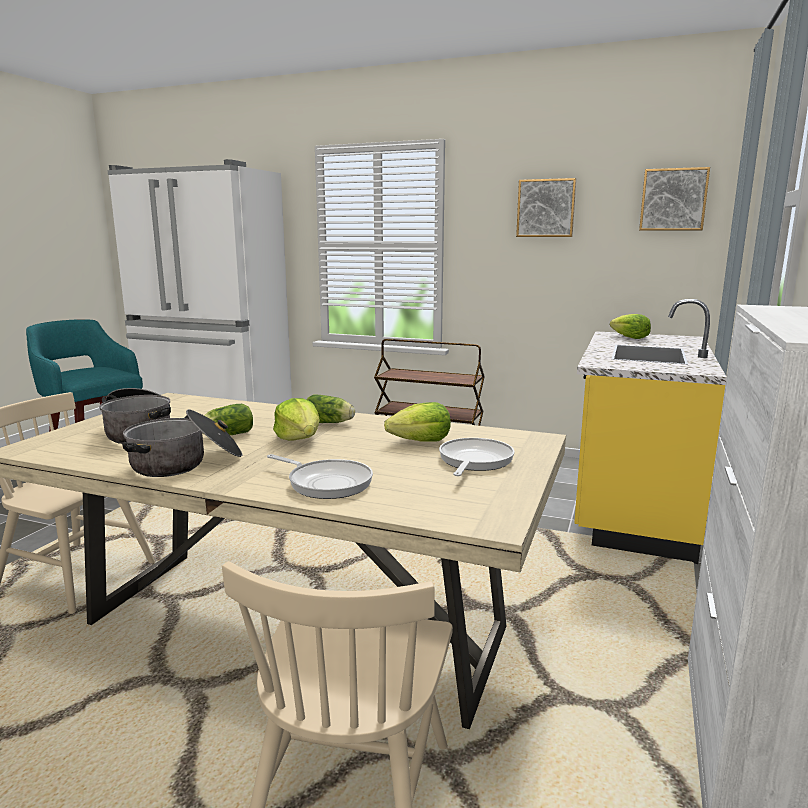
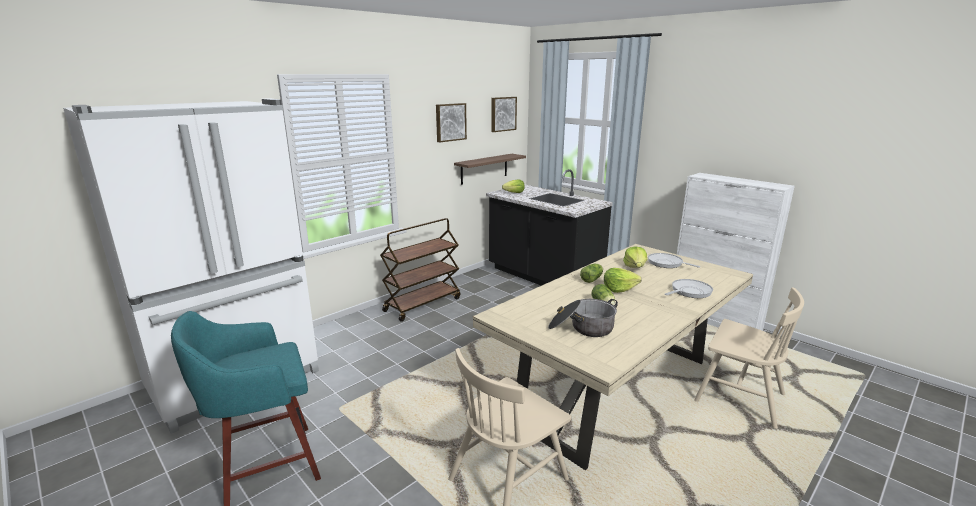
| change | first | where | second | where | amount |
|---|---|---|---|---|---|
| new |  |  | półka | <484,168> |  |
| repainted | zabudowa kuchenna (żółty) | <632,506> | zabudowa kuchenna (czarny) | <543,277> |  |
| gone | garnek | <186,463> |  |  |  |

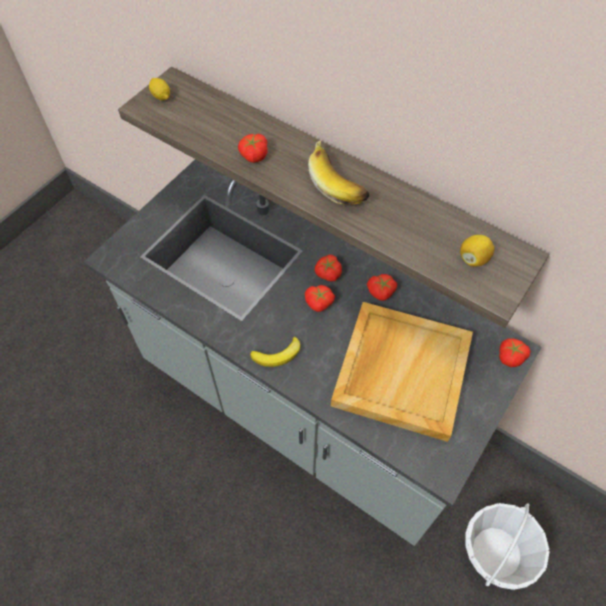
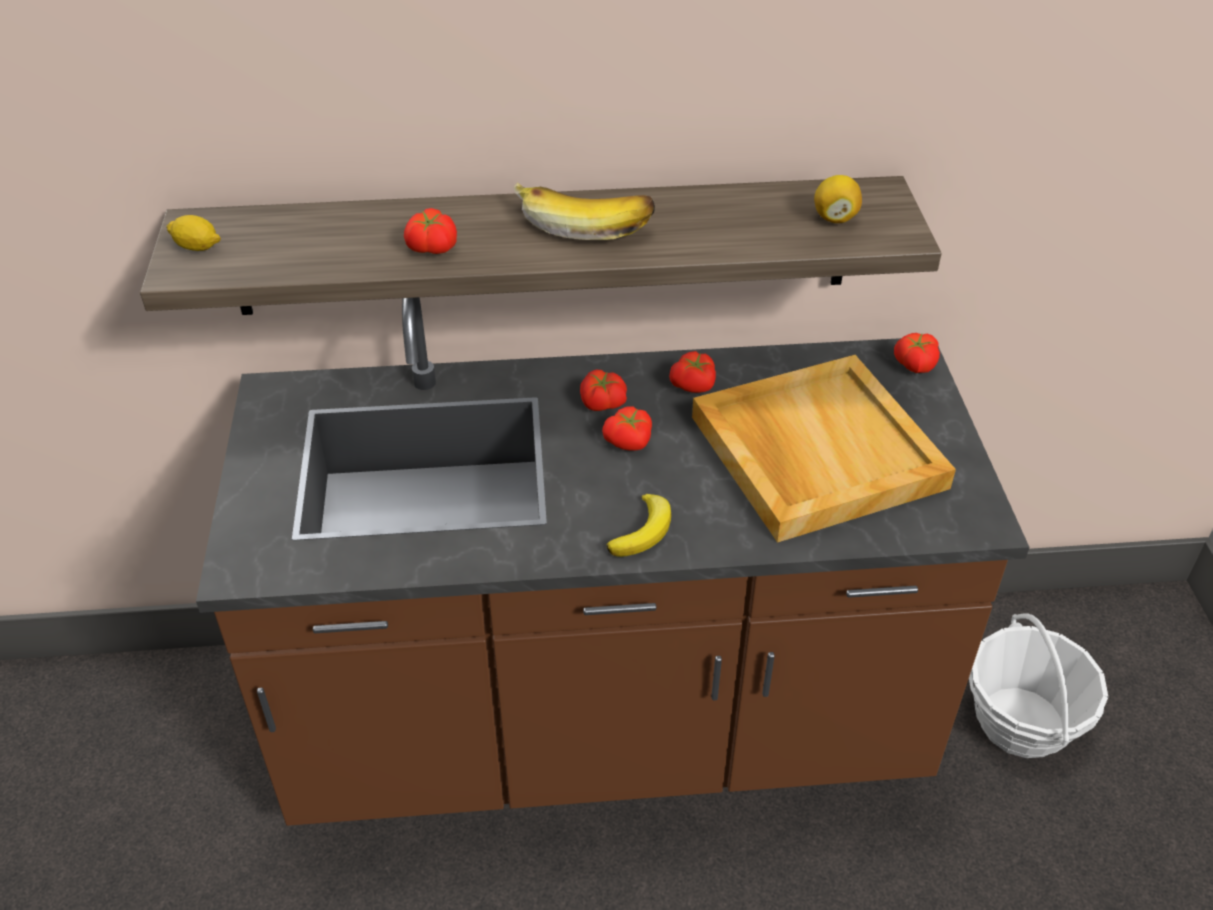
| change | first | where | second | where | amount |
|---|---|---|---|---|---|
| repainted | zabudowa kuchenna (szary) | <303,407> | zabudowa kuchenna (brązowy) | <606,729> |  |

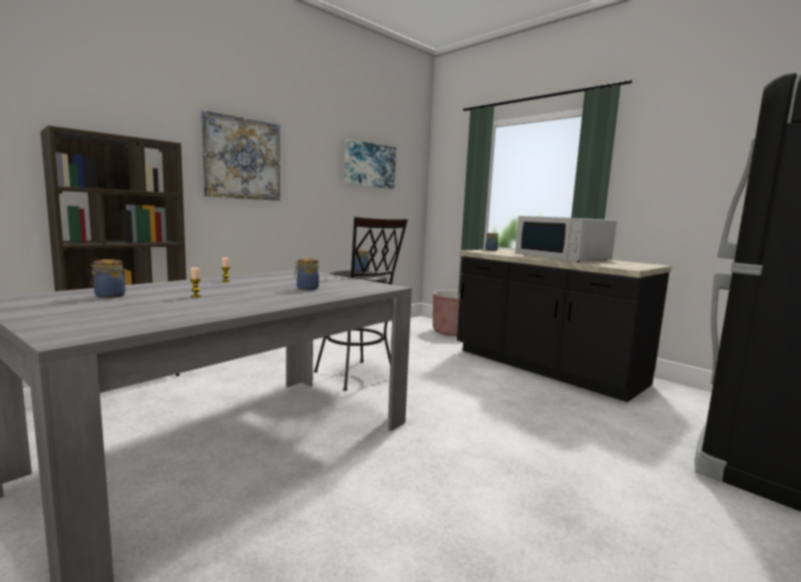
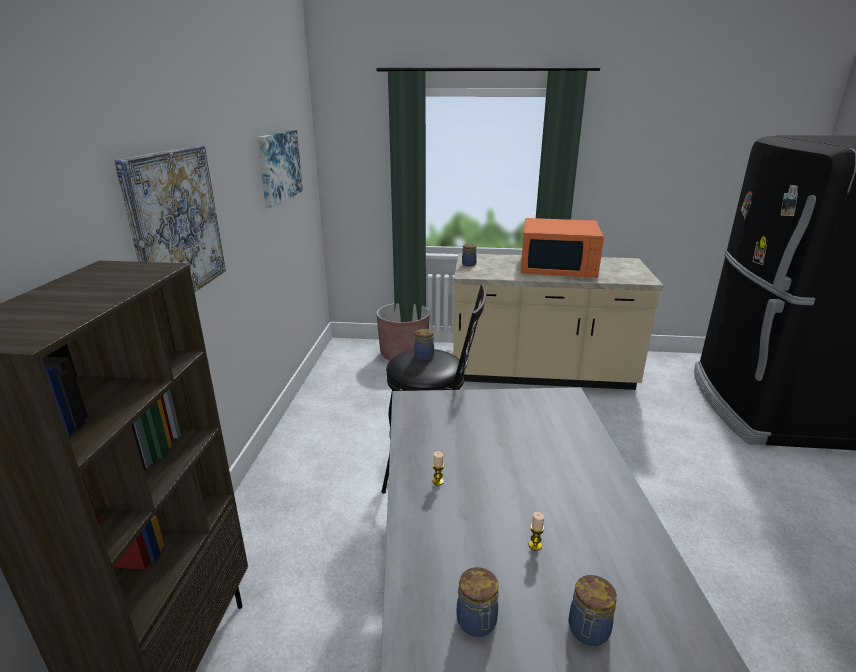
| change | first | where | second | where | amount |
|---|---|---|---|---|---|
| repainted | zabudowa kuchenna (czarny) | <545,367> | zabudowa kuchenna (beżowy) | <541,373> |  |
| repainted | mikrofalówka (biały) | <563,257> | mikrofalówka (pomarańczowy) | <558,267> |  |
| shifted | słoik | <306,288> |  | <588,631> |  |

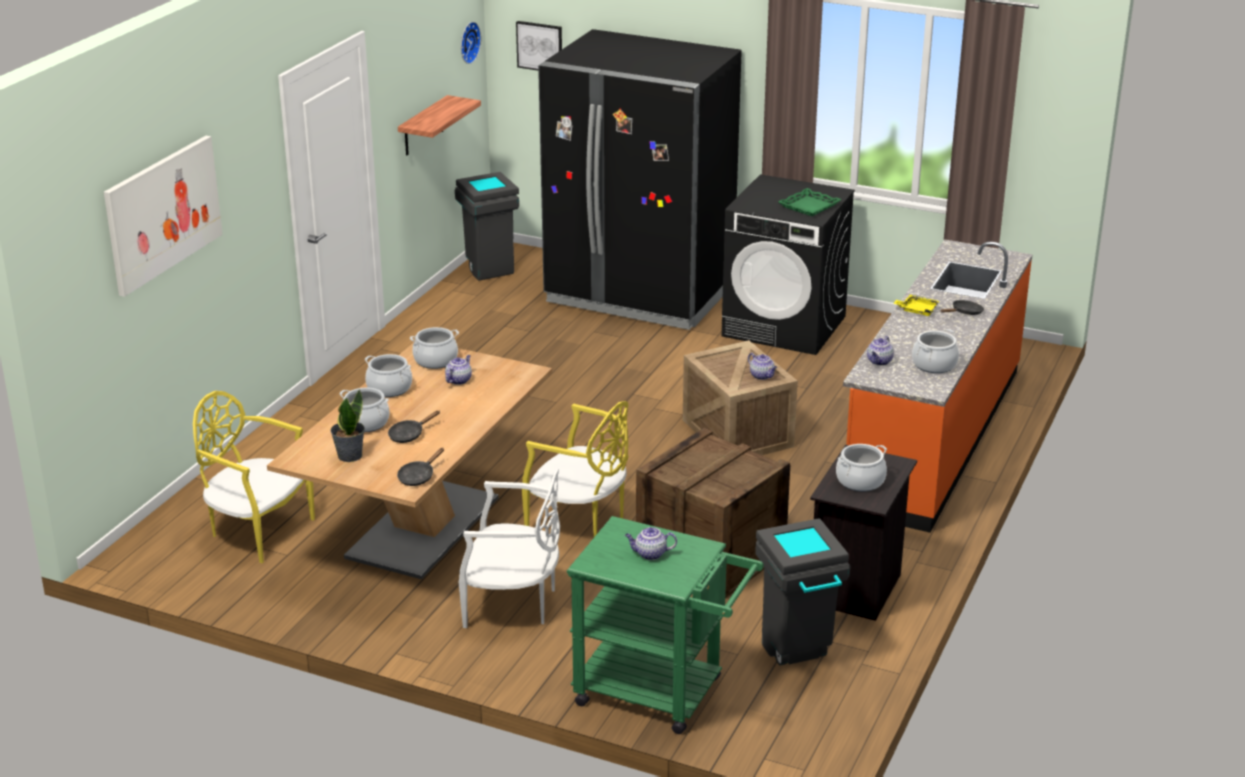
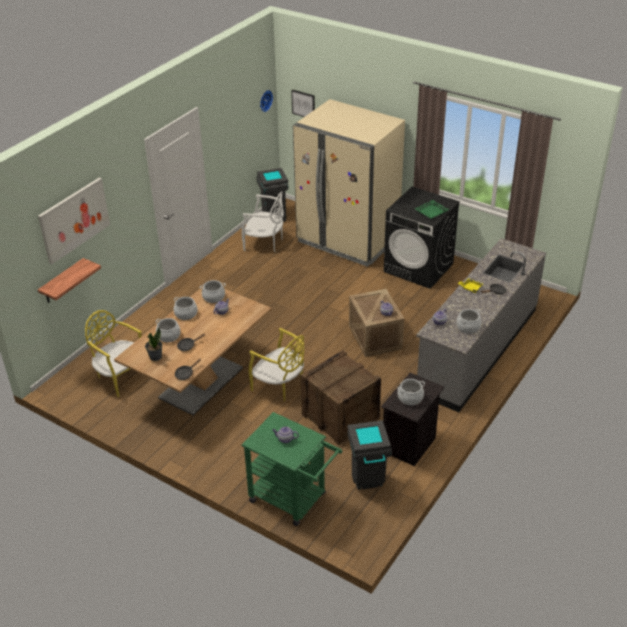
| change | first | where | second | where | amount |
|---|---|---|---|---|---|
| shifted | półka | <423,126> |  | <62,282> |  |
| shifted | krzesło (biały) | <513,604> |  | <265,243> |  |
| repainted | lodówka (czarny) | <639,295> | lodówka (beżowy) | <347,240> |  |
| repainted | zabudowa kuchenna (pomarańczowy) | <932,437> | zabudowa kuchenna (szary) | <477,349> |  |

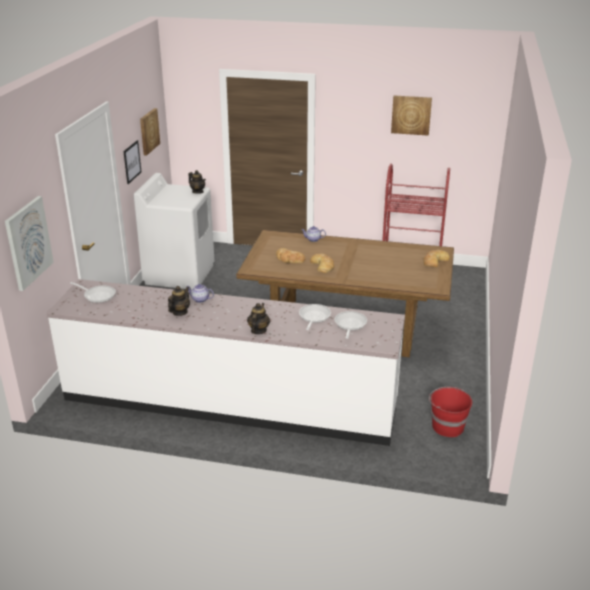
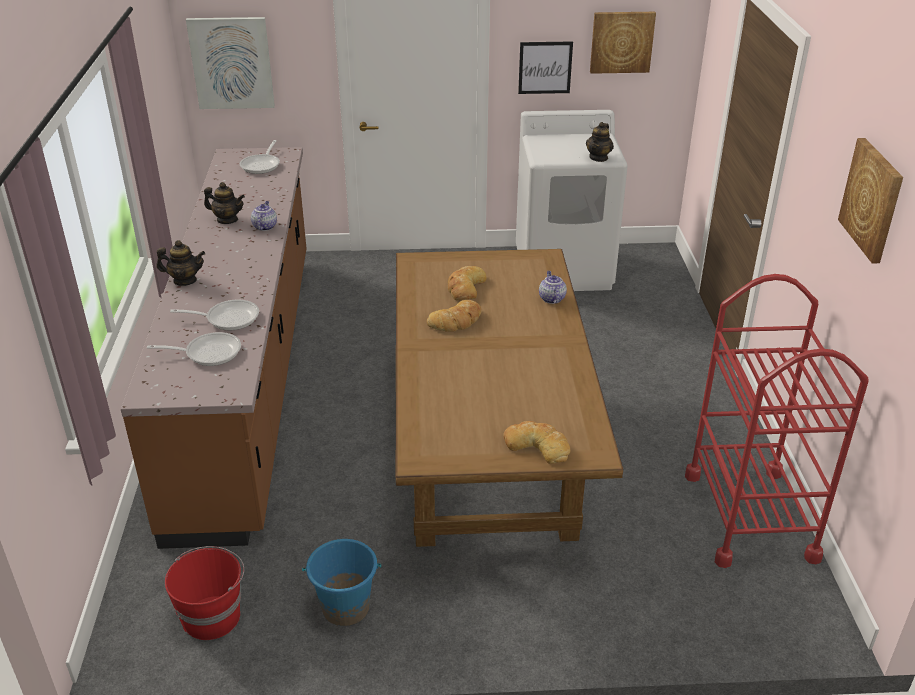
| change | first | where | second | where | amount |
|---|---|---|---|---|---|
| repainted | zabudowa kuchenna (biały) | <230,401> | zabudowa kuchenna (brązowy) | <249,377> |  |
| new |  |  | wiadro (niebieski) | <345,607> |  |

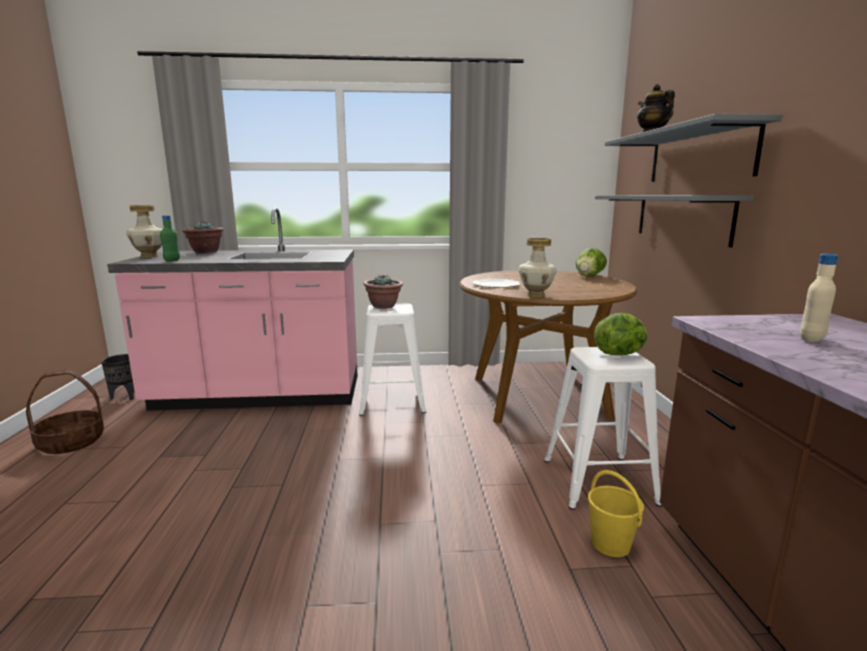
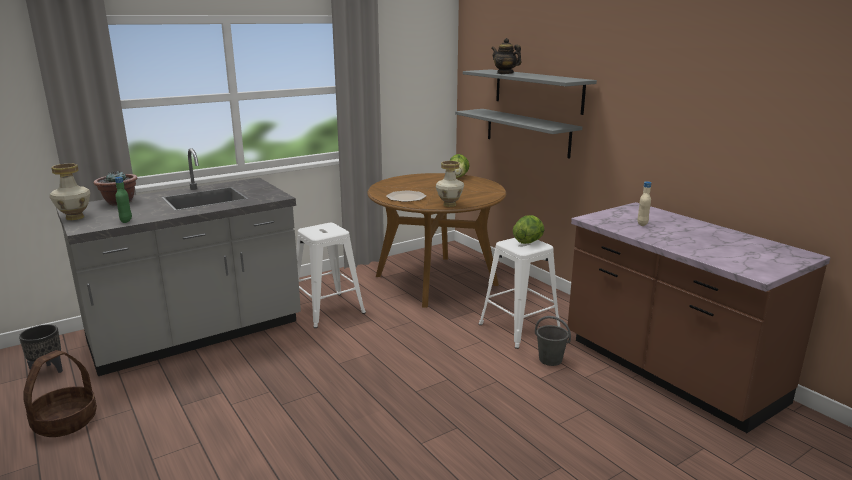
| change | first | where | second | where | amount |
|---|---|---|---|---|---|
| repainted | zabudowa kuchenna (różowy) | <258,395> | zabudowa kuchenna (szary) | <197,334> |  |
| repainted | wiadro (żółty) | <611,544> | wiadro (szary) | <550,360> |  |
| gone | roślina doniczkowa | <384,306> |  |  |  |

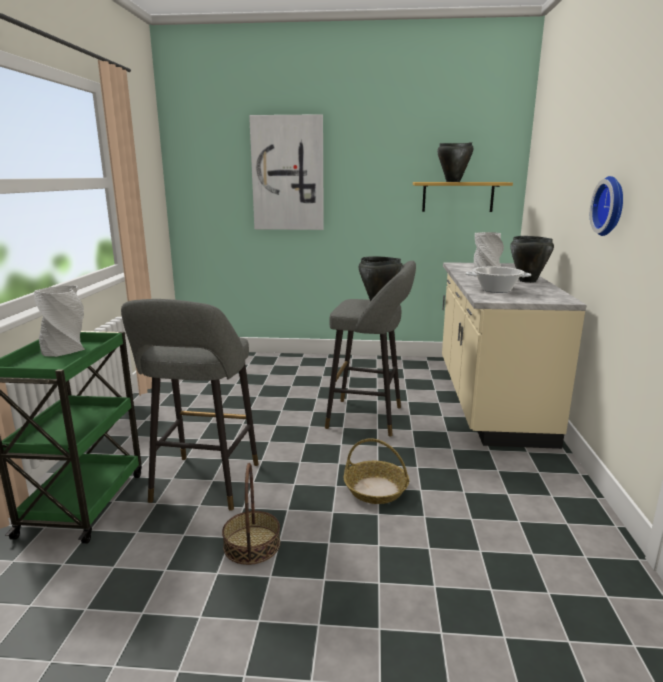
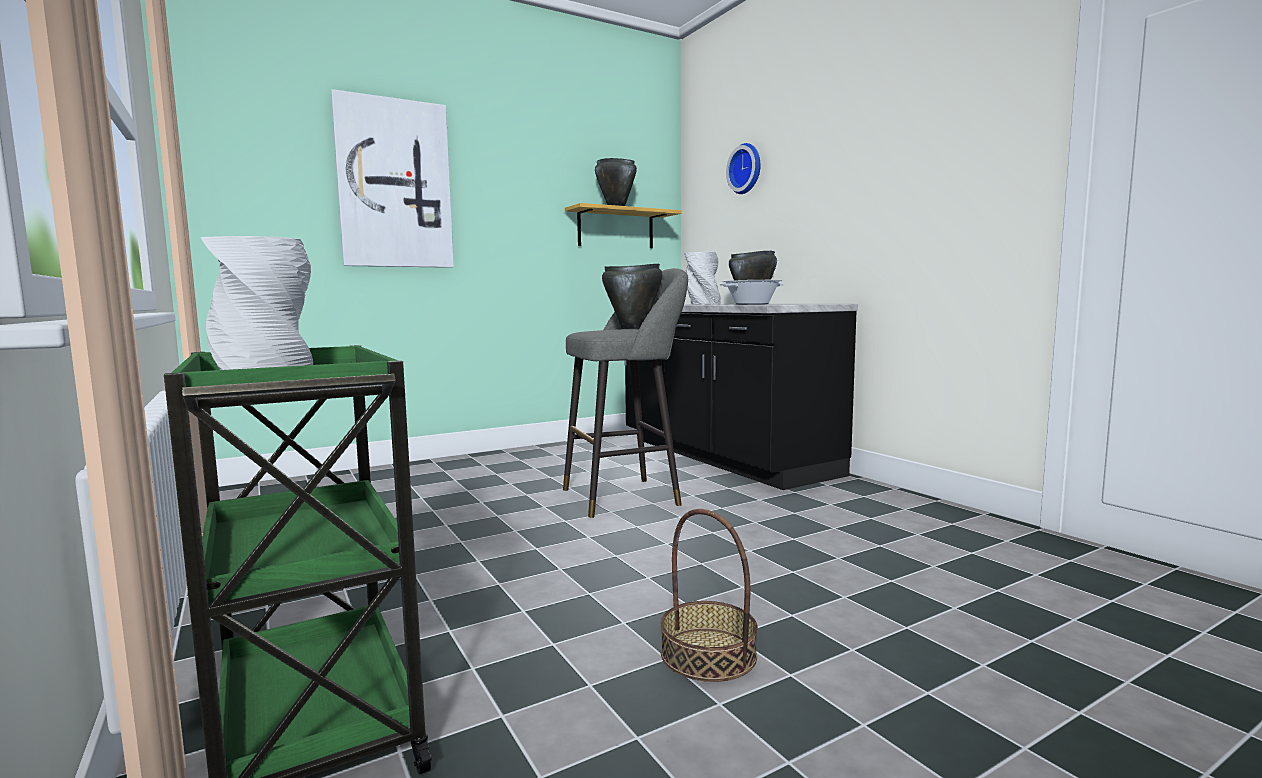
| change | first | where | second | where | amount |
|---|---|---|---|---|---|
| repainted | zabudowa kuchenna (beżowy) | <488,400> | zabudowa kuchenna (czarny) | <722,457> |  |
| shifted | zegar ścienny | <611,206> |  | <746,169> |  |
| gone | stołek (szary) | <203,486> |  |  |  |
| gone | koszyk | <376,489> |  |  |  |

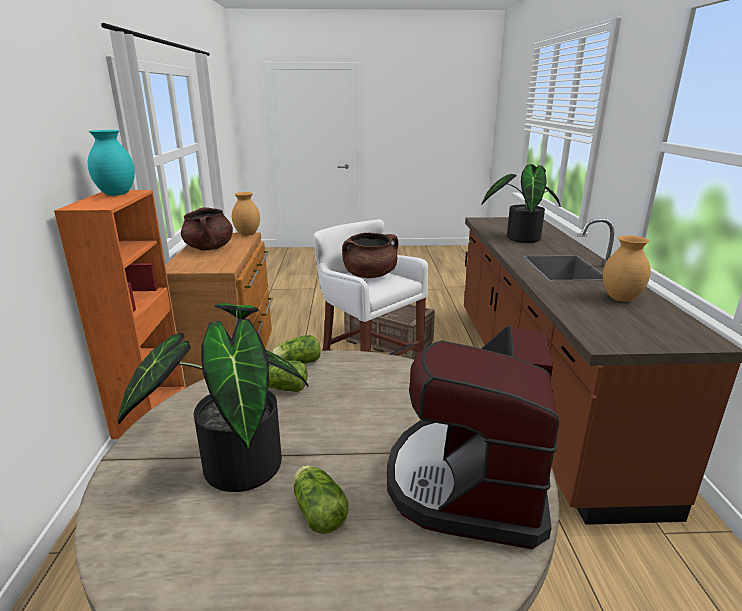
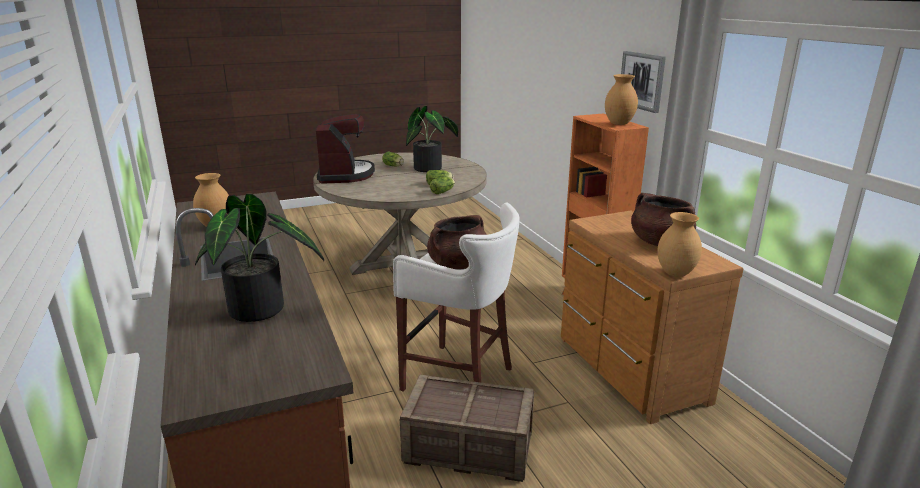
| change | first | where | second | where | amount |
|---|---|---|---|---|---|
| repainted | wazon (turkusowy) | <117,194> | wazon (brązowy) | <618,124> |  |
| new |  |  | obraz | <642,81> |  |

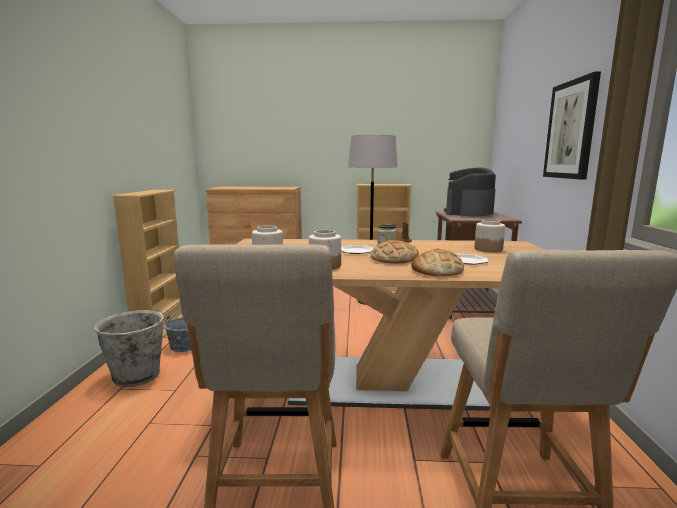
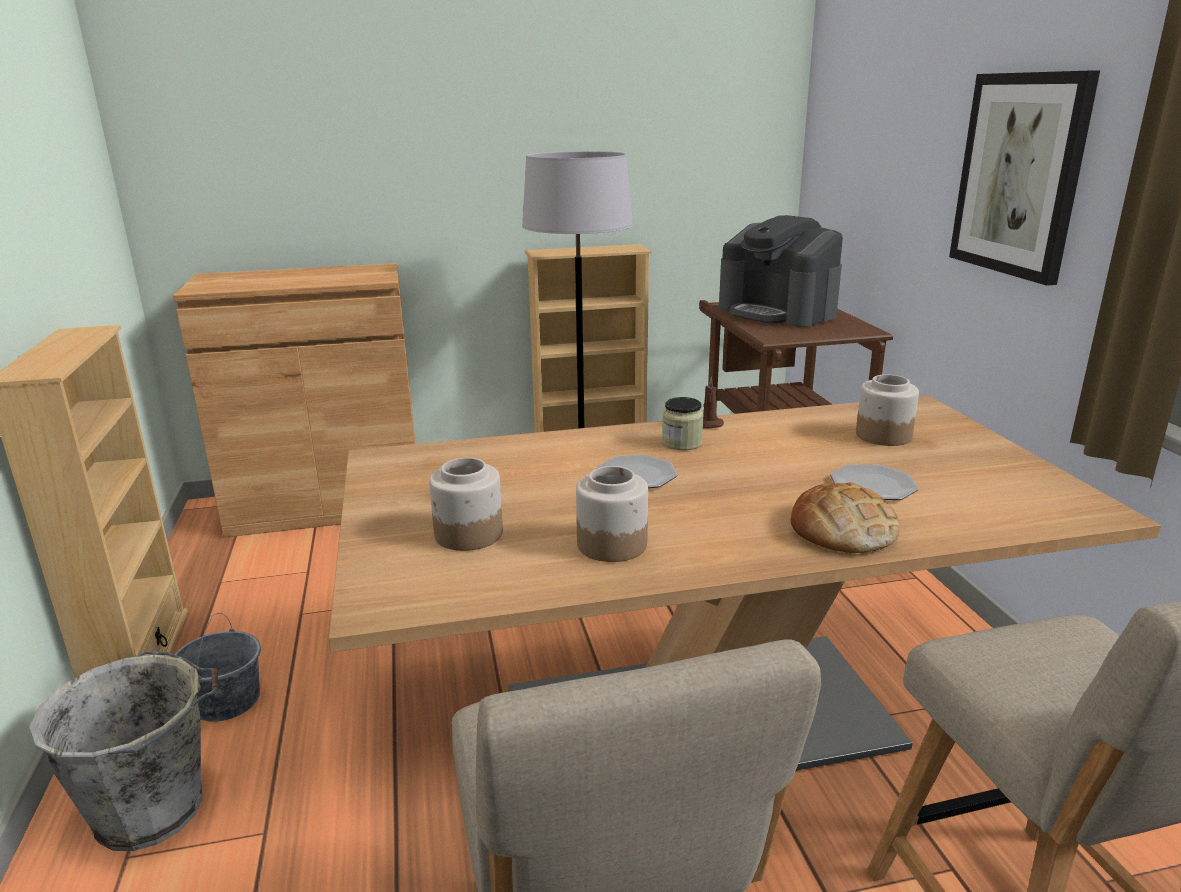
| change | first | where | second | where | amount |
|---|---|---|---|---|---|
| rotated | ekspres do kawy | <469,212> |  | <778,312> | 60 degrees counterclockwise |
| gone | chleb | <394,259> |  |  |  |

